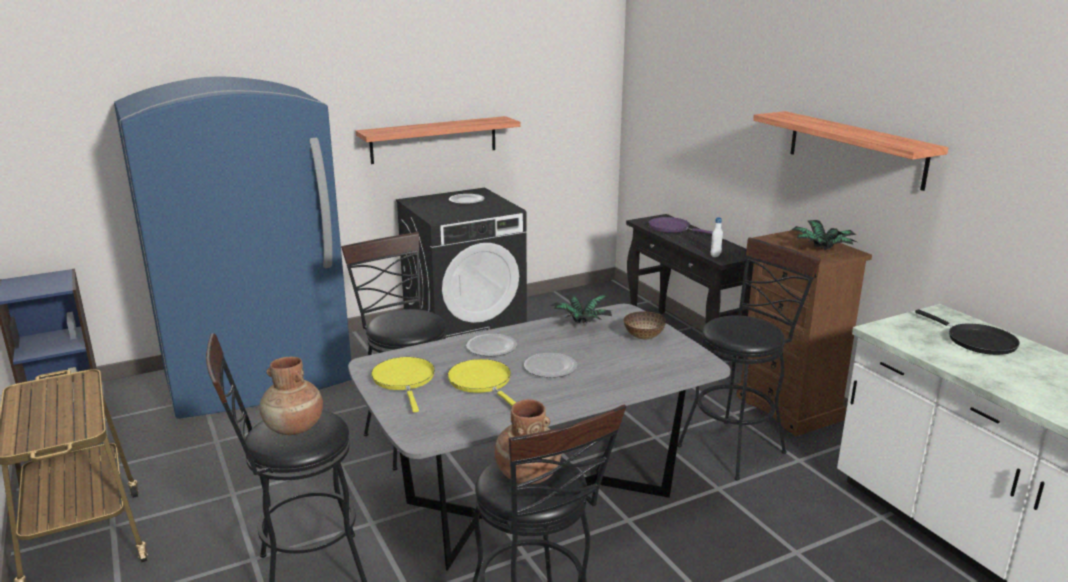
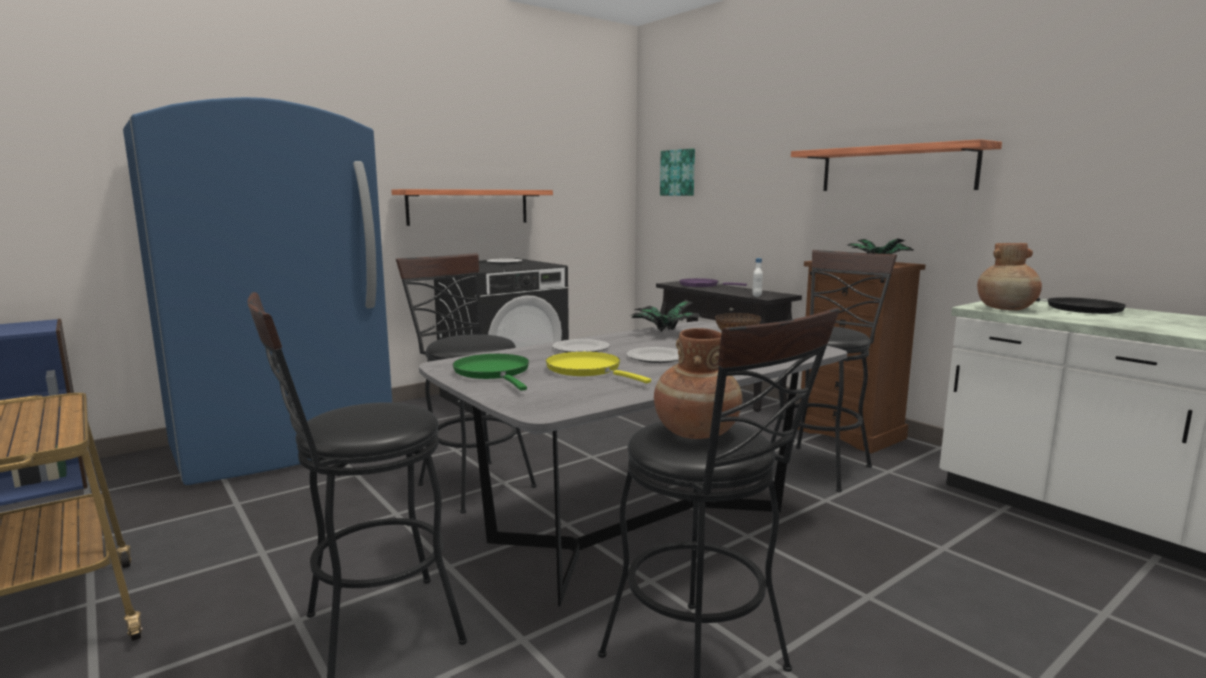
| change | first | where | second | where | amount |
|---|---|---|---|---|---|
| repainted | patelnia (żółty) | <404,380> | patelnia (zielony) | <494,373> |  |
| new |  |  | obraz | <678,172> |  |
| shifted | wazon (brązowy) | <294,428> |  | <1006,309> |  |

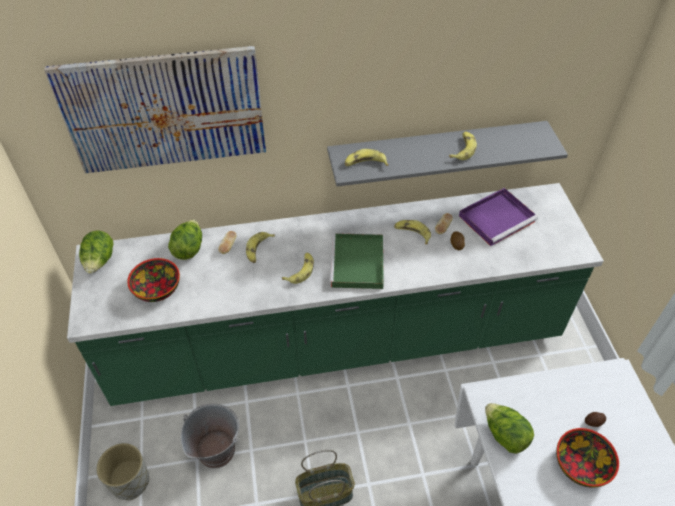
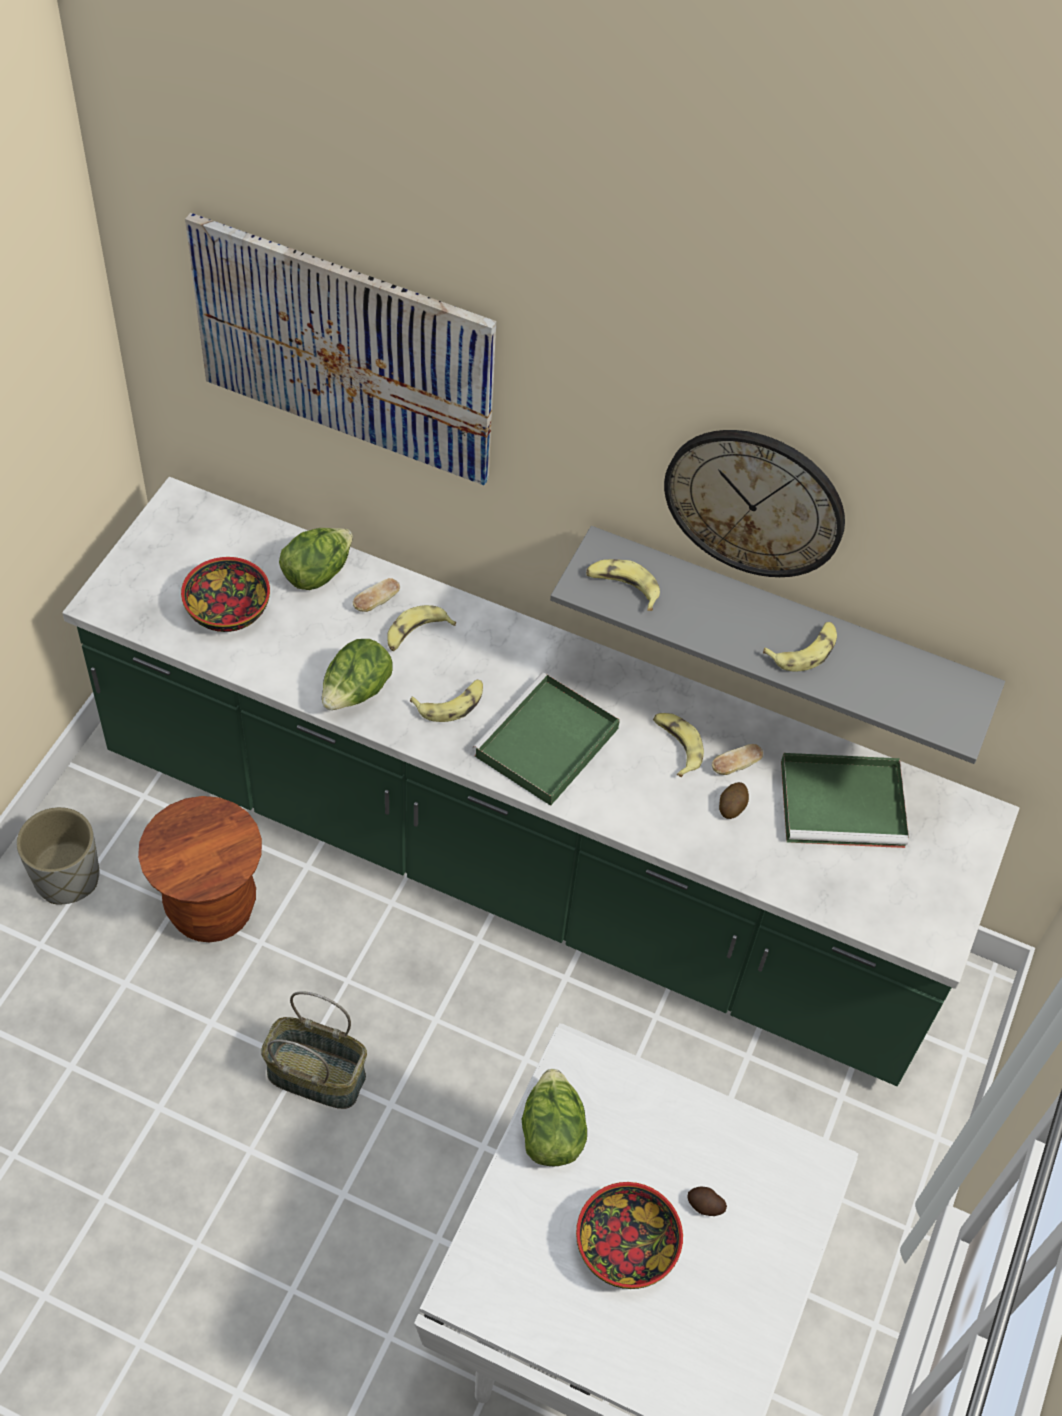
| change | first | where | second | where | amount |
|---|---|---|---|---|---|
| swapped | wiadro (szary) | <216,450> | stołek (brązowy) | <212,909> |  |
| shifted | sałata | <100,262> |  | <356,692> |  |
| new |  |  | zegar ścienny | <754,502> |  |
| repainted | taca (fioletowy) | <497,218> | taca (zielony) | <845,803> |  |

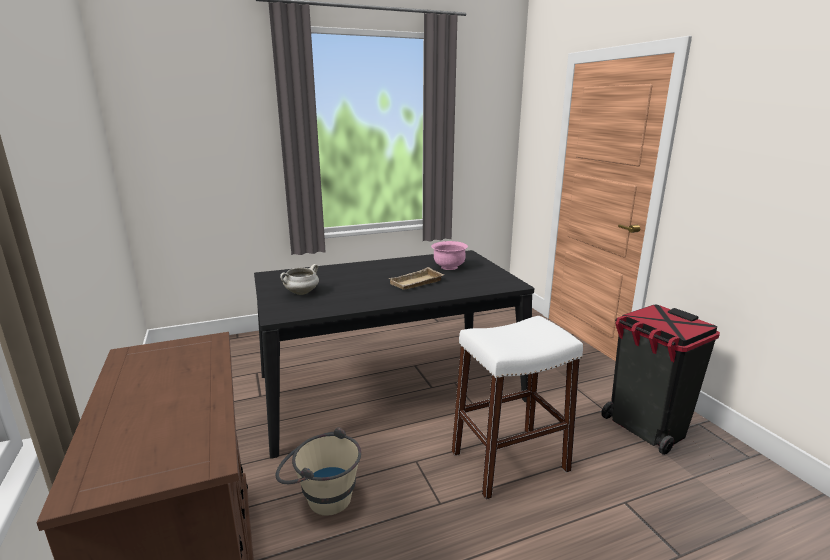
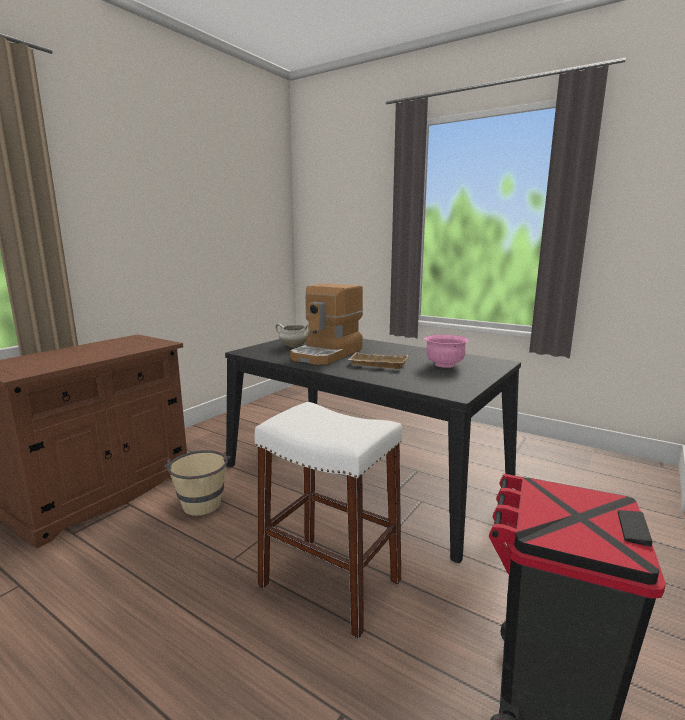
| change | first | where | second | where | amount |
|---|---|---|---|---|---|
| new |  |  | ekspres do kawy | <327,354> |  |

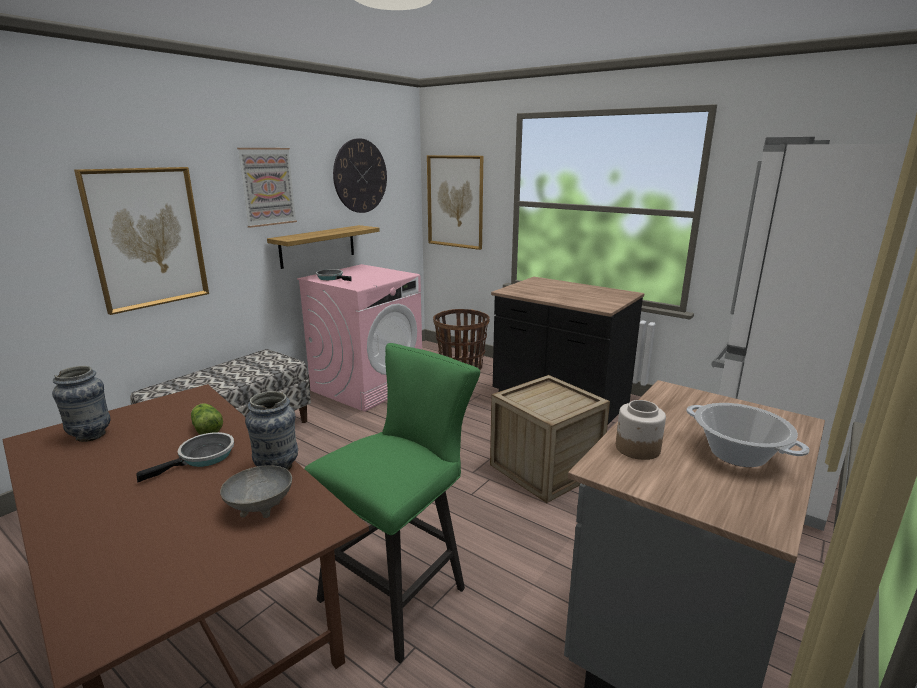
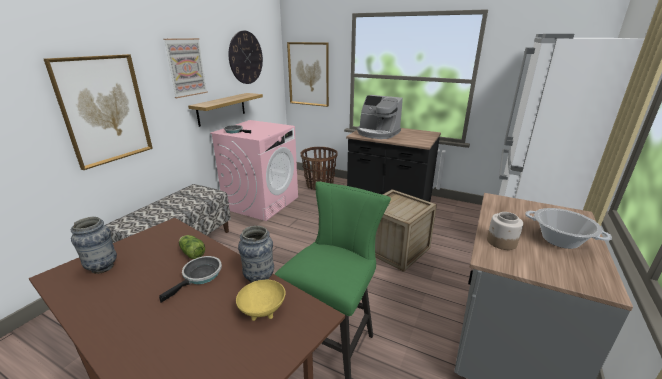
| change | first | where | second | where | amount |
|---|---|---|---|---|---|
| repainted | miska (szary) | <261,506> | miska (żółty) | <263,310> |  |
| new |  |  | ekspres do kawy | <377,133> |  |

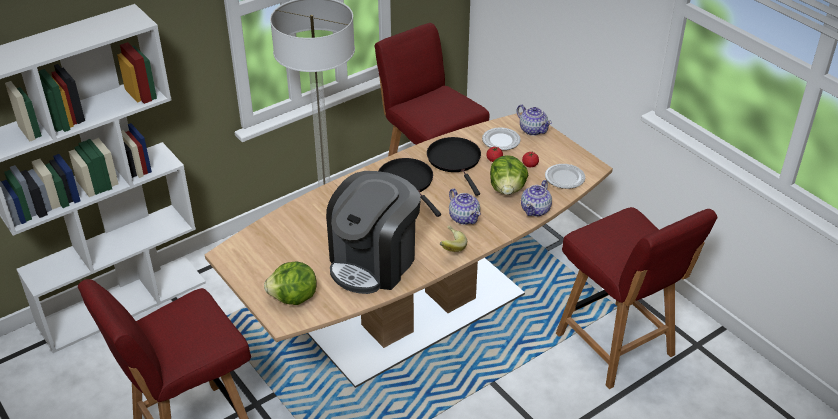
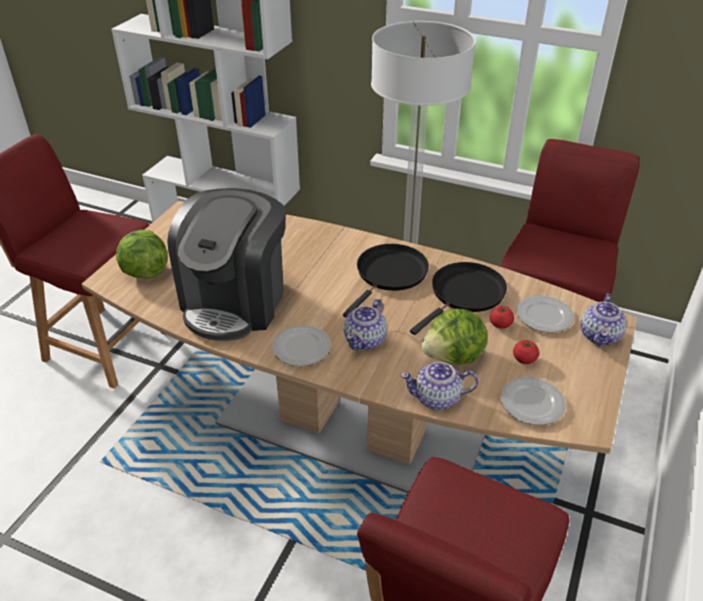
| change | first | where | second | where | amount |
|---|---|---|---|---|---|
| rotated | ekspres do kawy | <374,261> |  | <235,301> | 75 degrees counterclockwise |
| swapped | banan | <449,247> | talerz | <302,348> |  |

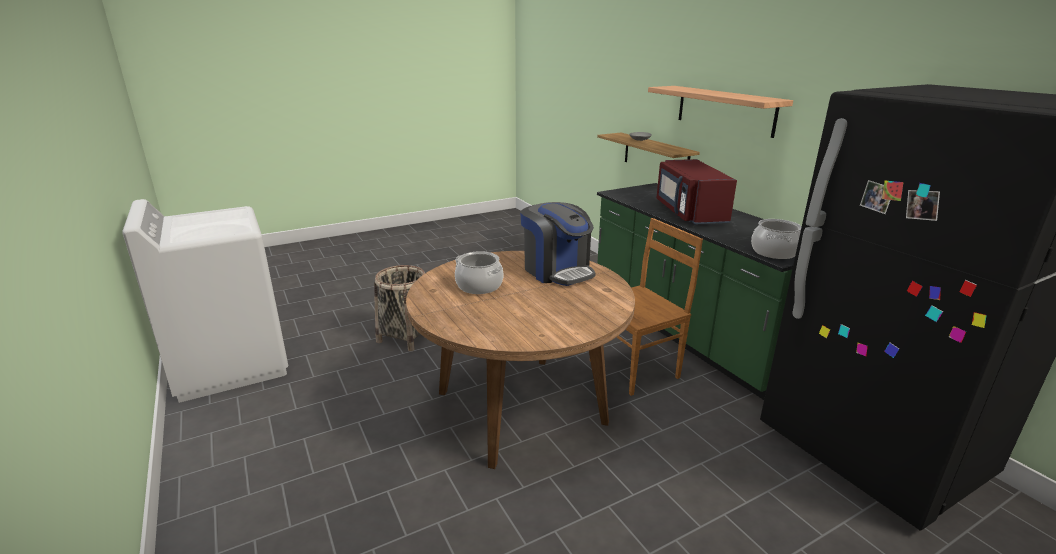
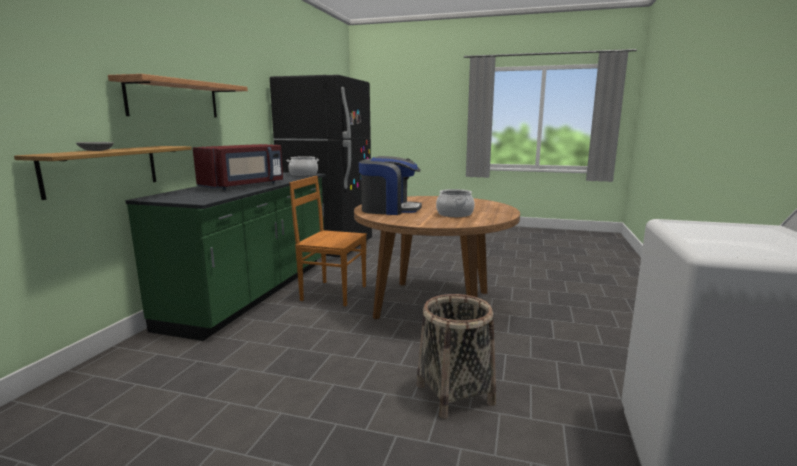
| change | first | where | second | where | amount |
|---|---|---|---|---|---|
| rotated | ekspres do kawy | <557,271> |  | <389,210> | 90 degrees clockwise |

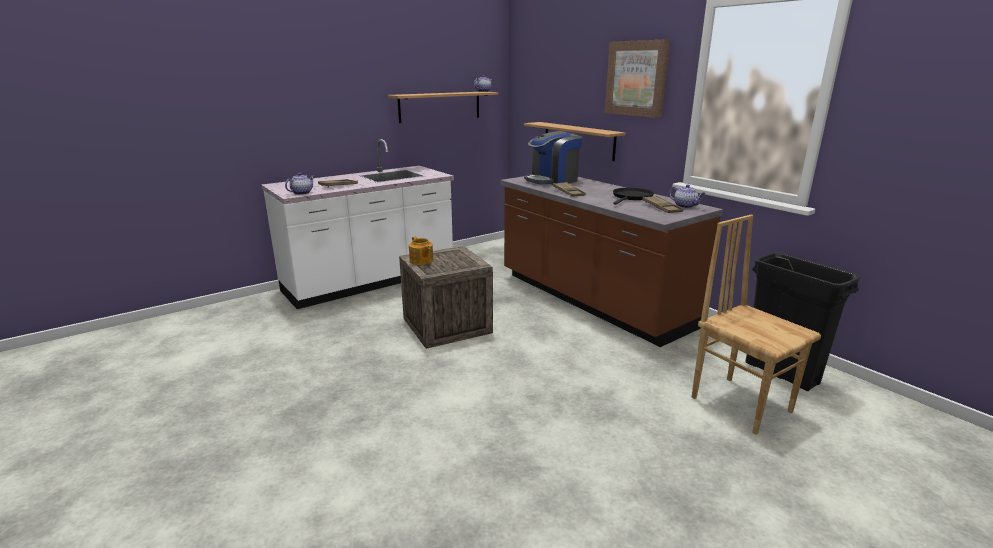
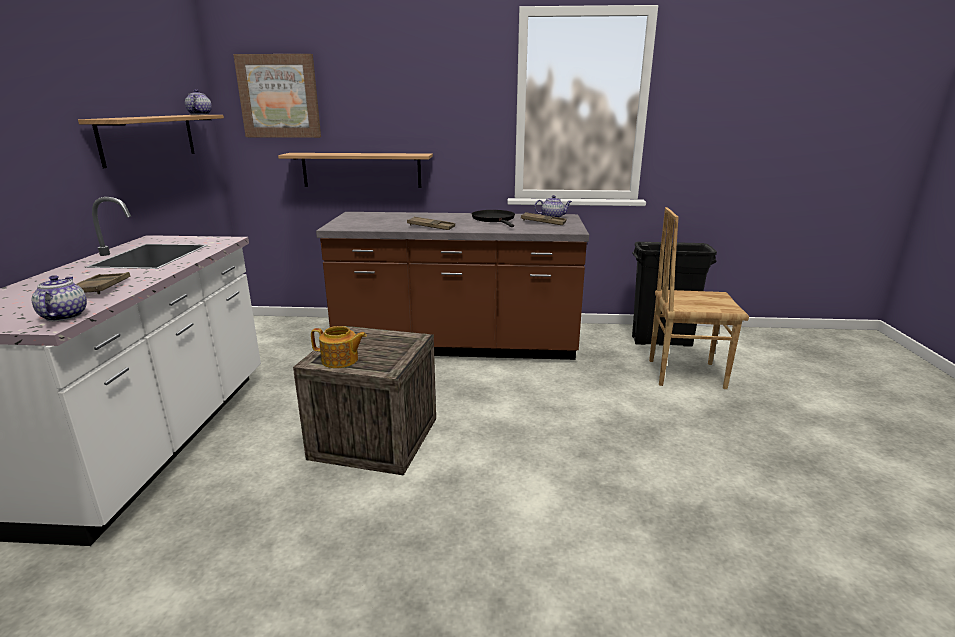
| change | first | where | second | where | amount |
|---|---|---|---|---|---|
| shifted | obraz | <636,78> |  | <279,96> |  |
| gone | ekspres do kawy | <553,180> |  |  |  |

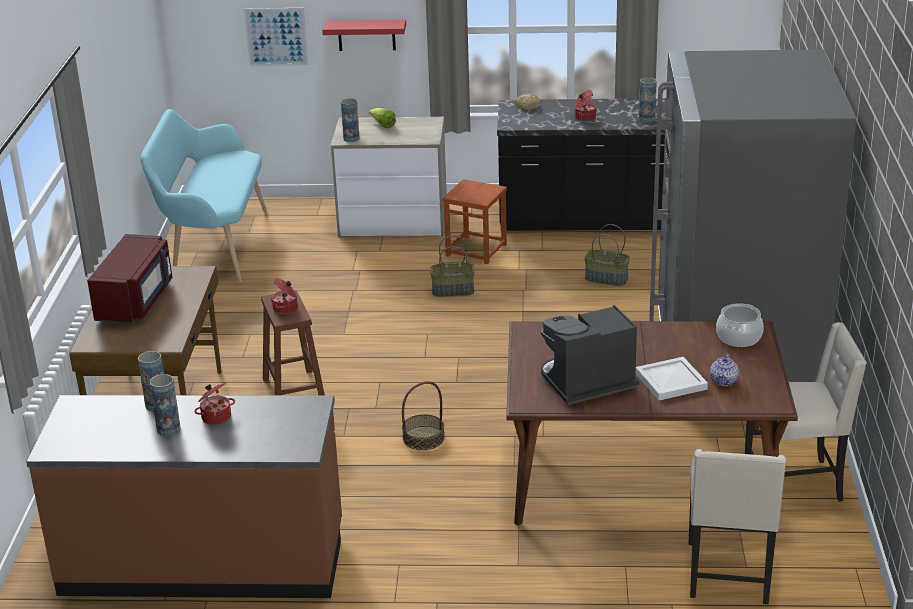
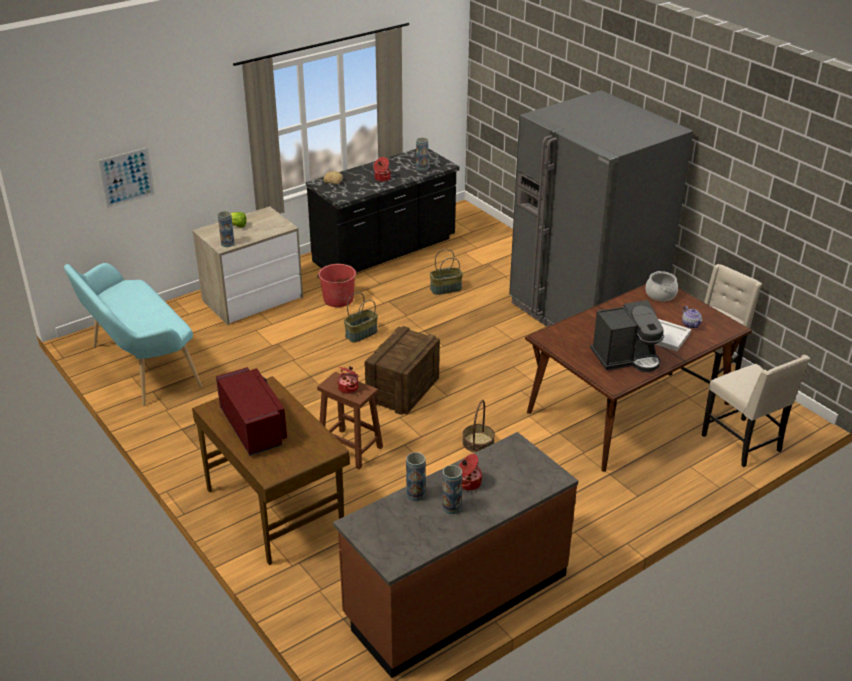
| change | first | where | second | where | amount |
|---|---|---|---|---|---|
| swapped | stołek (brązowy) | <476,250> | wiadro (czerwony) | <338,299> |  |
| new |  |  | skrzynka | <402,390> |  |
| rotated | ekspres do kawy | <586,383> |  | <626,358> | 135 degrees counterclockwise |
| gone | półka (czerwony) | <366,35> |  |  |  |

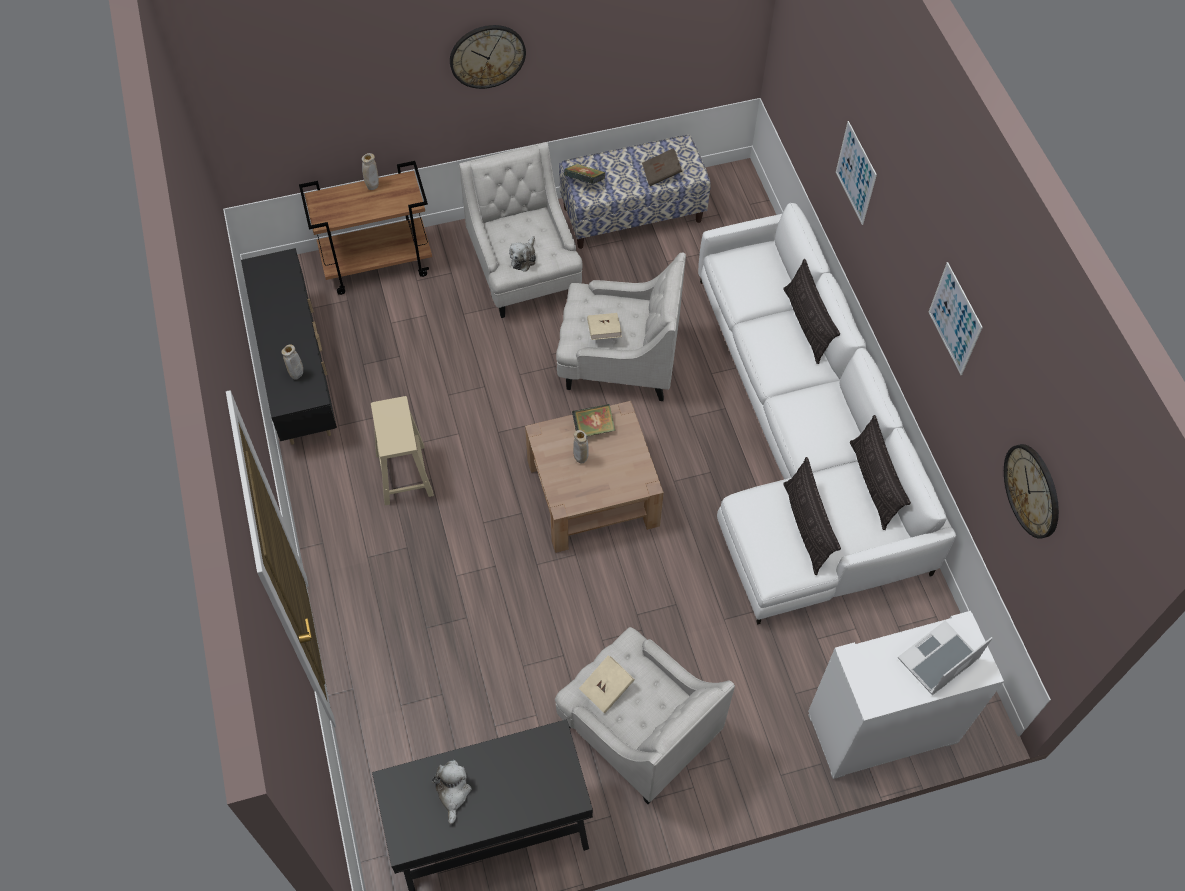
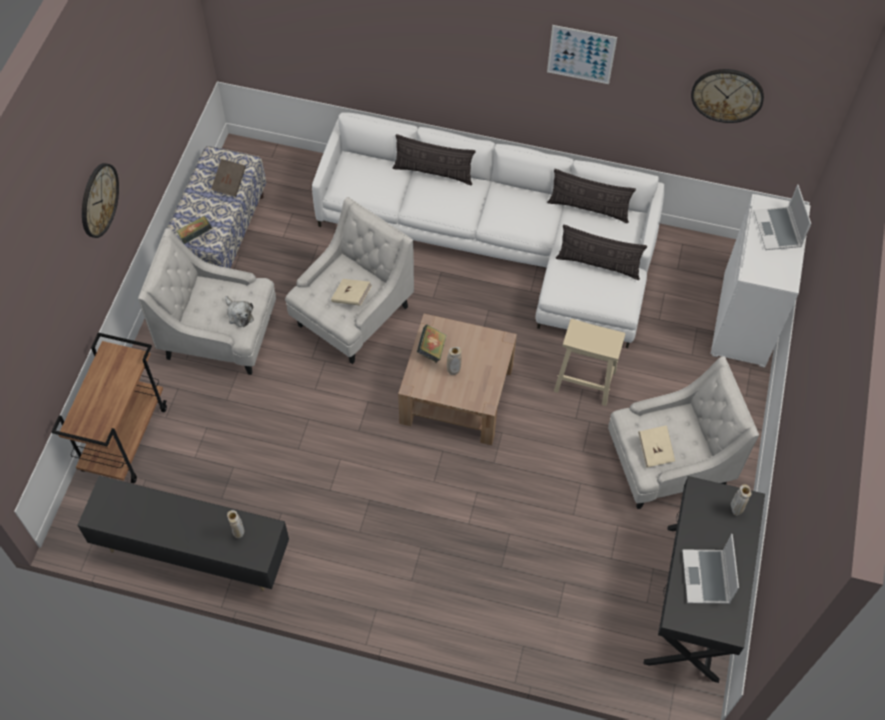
| change | first | where | second | where | amount |
|---|---|---|---|---|---|
| shifted | stołek (beżowy) | <404,473> |  | <583,381> |  |
| swapped | pluszak | <453,792> | laptop | <706,578> |  |
| shifted | wazon (beżowy) | <373,187> |  | <735,510> |  |
| gone | obraz | <855,173> |  |  |  |

